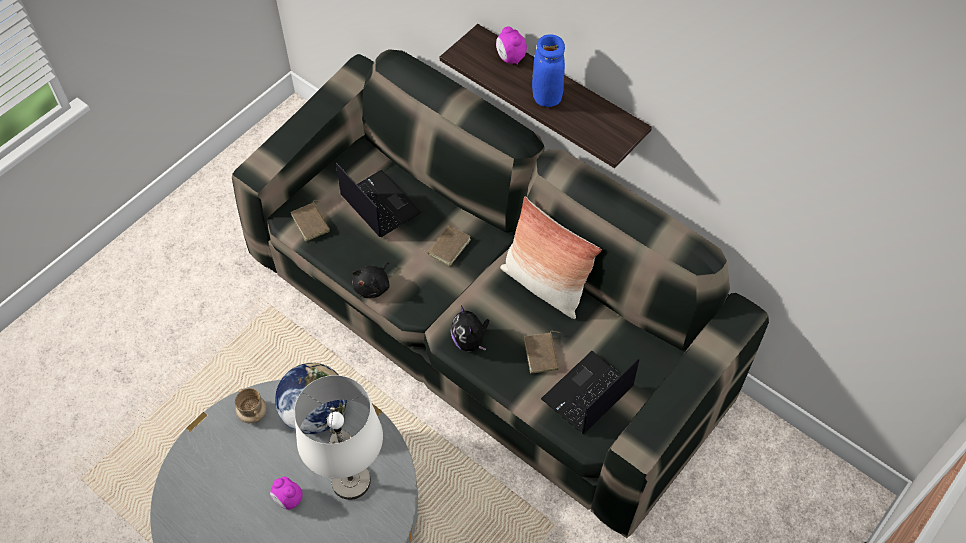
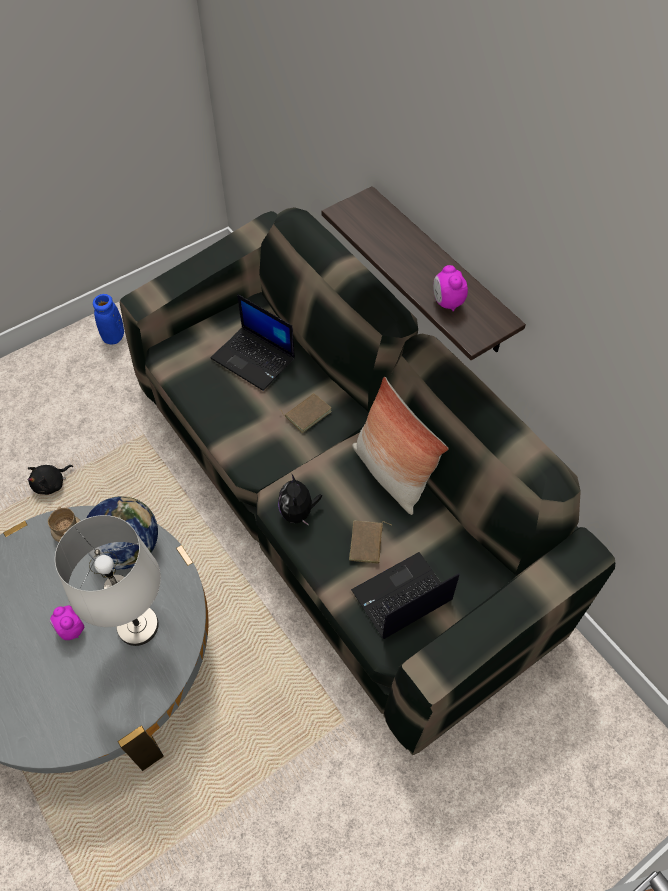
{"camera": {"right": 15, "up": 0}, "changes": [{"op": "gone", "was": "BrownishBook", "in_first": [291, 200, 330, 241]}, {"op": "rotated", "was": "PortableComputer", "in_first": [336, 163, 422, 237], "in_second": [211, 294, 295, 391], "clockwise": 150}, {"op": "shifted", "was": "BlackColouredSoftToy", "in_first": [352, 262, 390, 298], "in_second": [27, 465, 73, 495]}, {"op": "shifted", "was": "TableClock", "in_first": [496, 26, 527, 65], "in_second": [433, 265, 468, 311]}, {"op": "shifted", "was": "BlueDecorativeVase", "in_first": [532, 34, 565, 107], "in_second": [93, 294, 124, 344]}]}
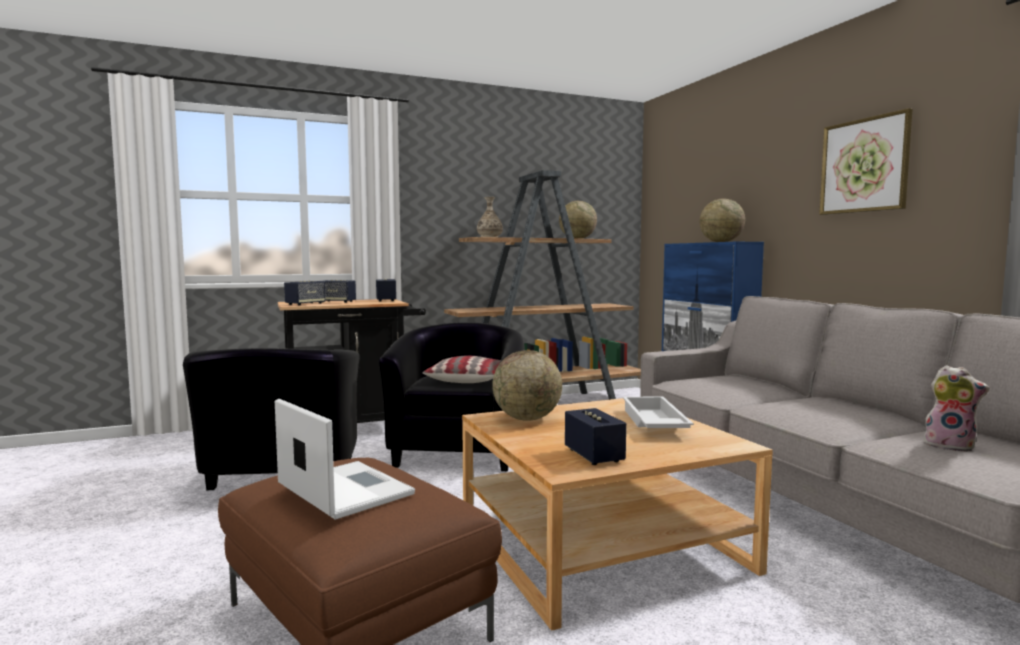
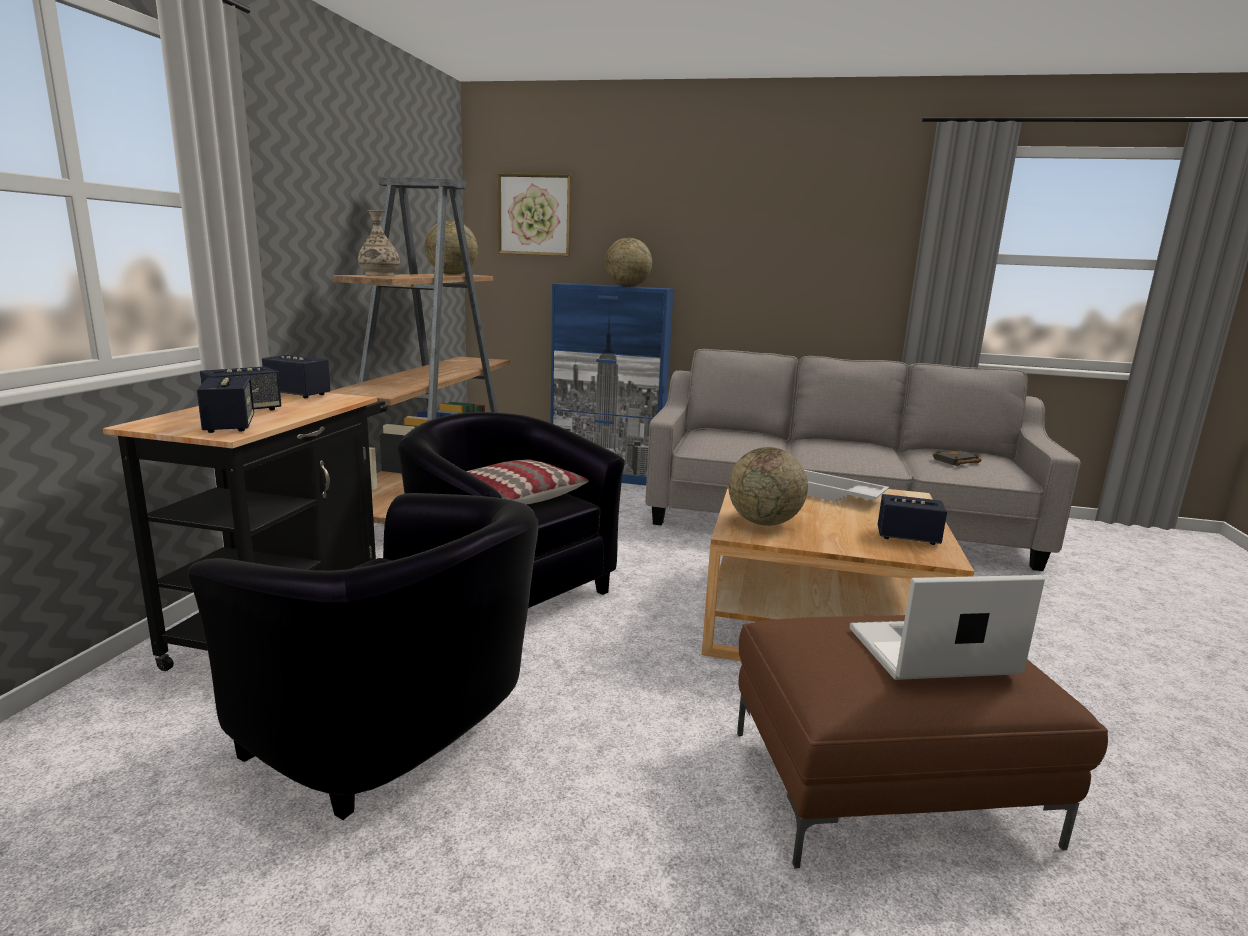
{"camera": {"right": -55, "up": 10}, "changes": [{"op": "shifted", "was": "WallPicture", "in_first": [819, 108, 913, 215], "in_second": [497, 173, 572, 256]}, {"op": "swapped", "was": "SoftToy", "now": "BlackColouredBook", "in_first": [922, 365, 990, 452], "in_second": [933, 449, 982, 466]}]}
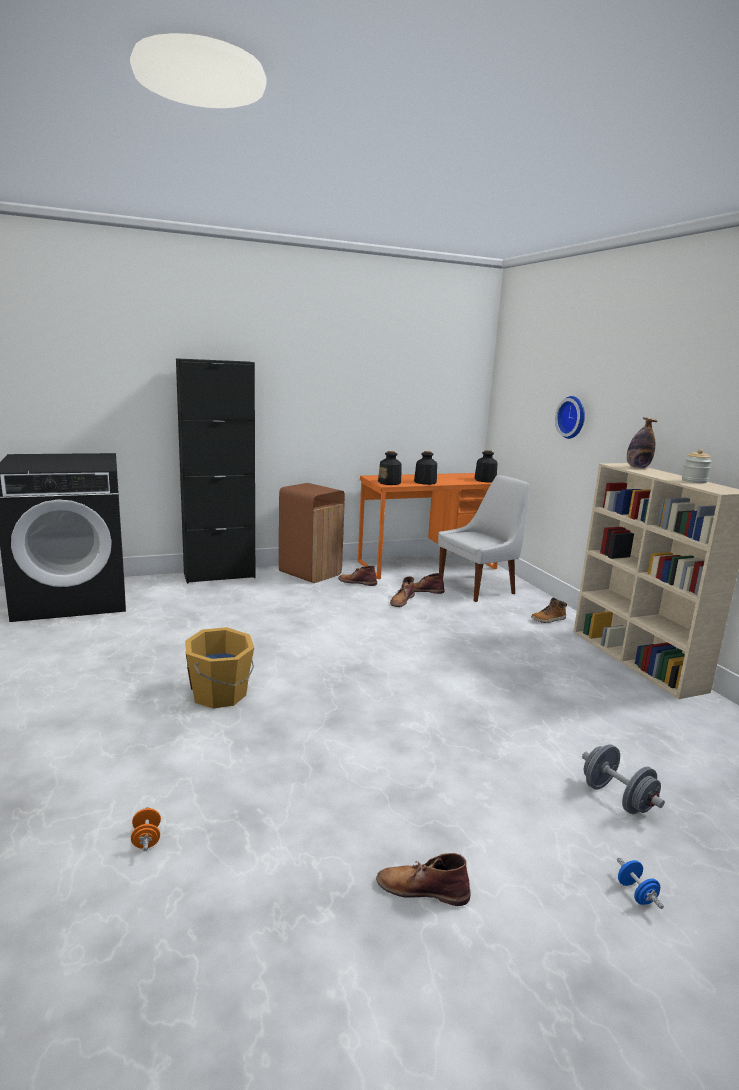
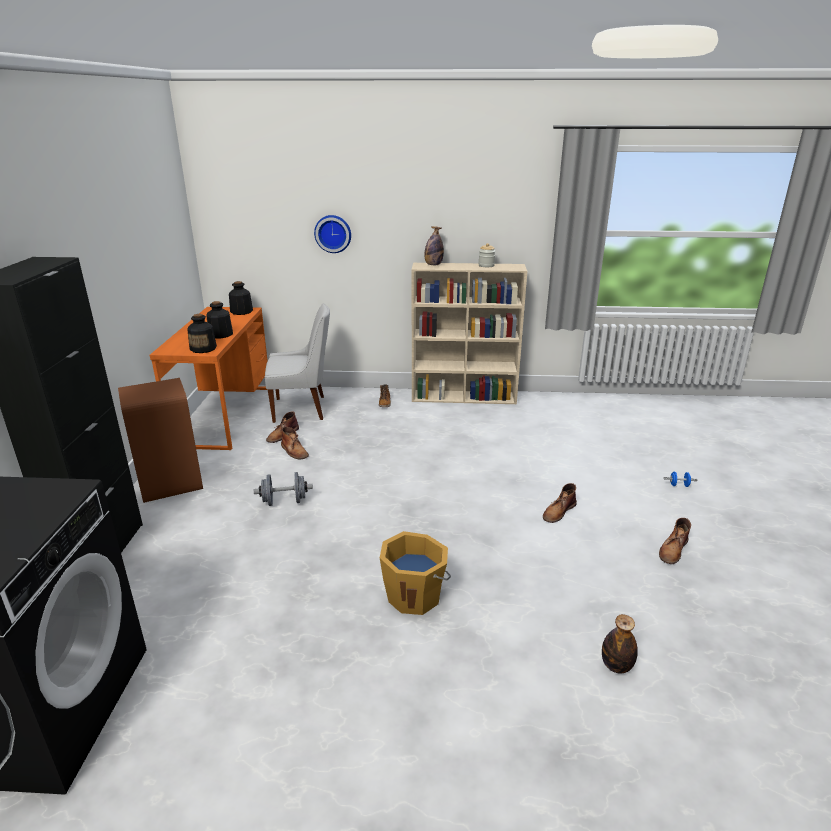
{"camera": {"right": -65, "up": 10}, "changes": [{"op": "swapped", "was": "OrangeyDumbbell", "now": "Bottle", "in_first": [131, 807, 161, 851], "in_second": [602, 614, 638, 674]}, {"op": "shifted", "was": "BrownishBoot", "in_first": [338, 566, 377, 586], "in_second": [543, 483, 577, 523]}, {"op": "rotated", "was": "WhitishChair", "in_first": [438, 475, 529, 602], "in_second": [264, 303, 330, 423], "clockwise": 90}, {"op": "shifted", "was": "GrayDumbbell", "in_first": [582, 744, 665, 814], "in_second": [254, 472, 313, 506]}]}
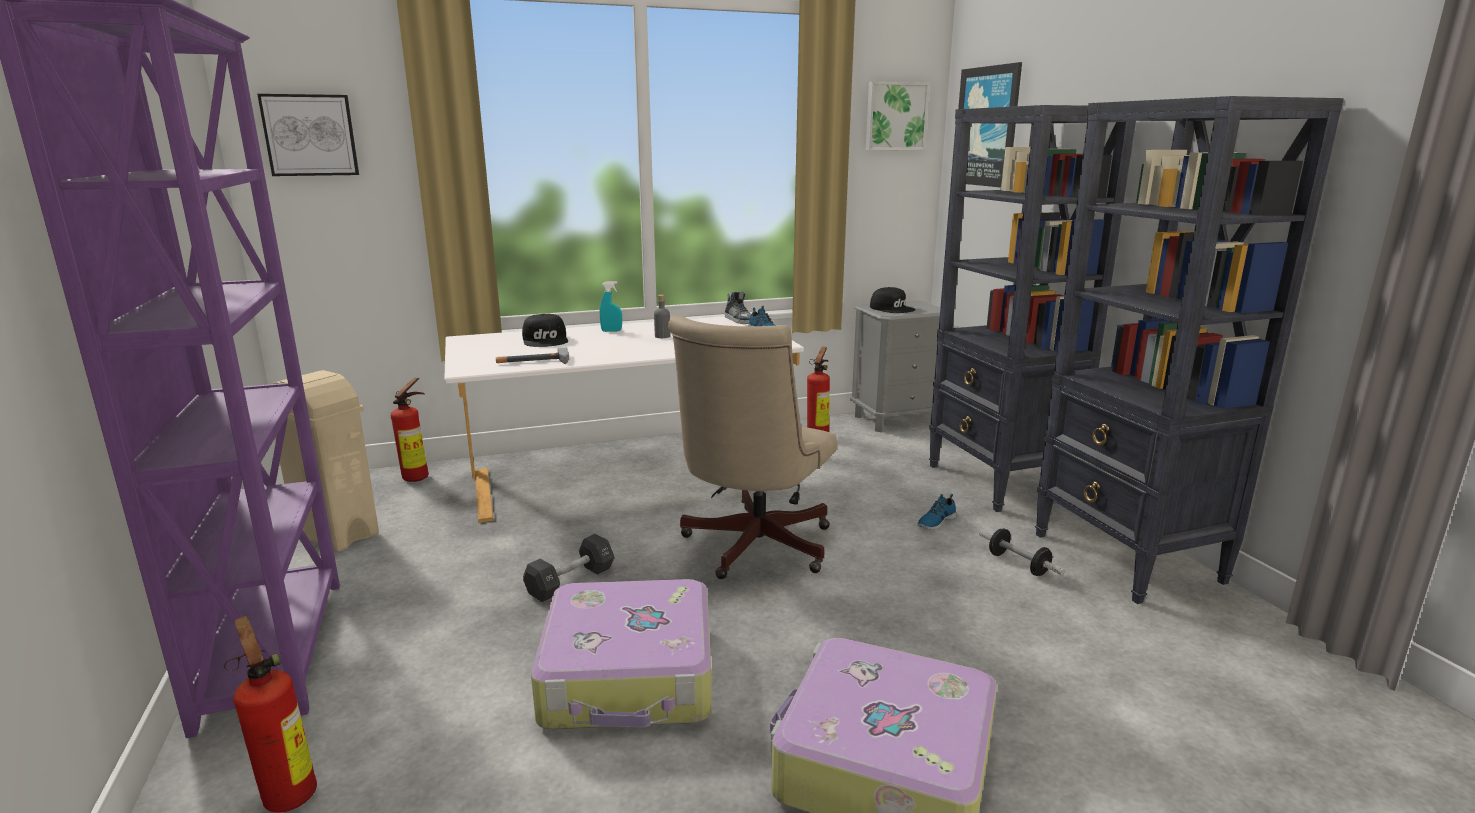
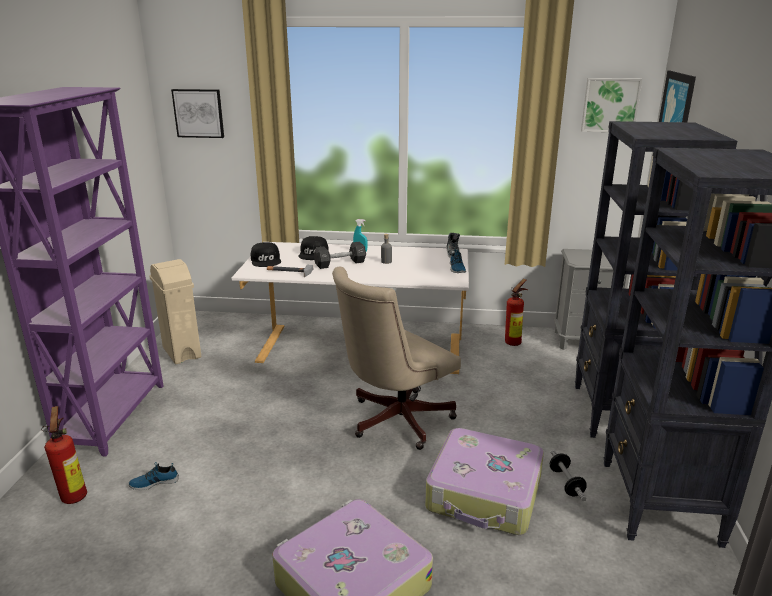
{"camera": {"right": 25, "up": 5}, "changes": [{"op": "gone", "was": "FireFightingCylinder", "in_first": [391, 378, 429, 482]}, {"op": "shifted", "was": "BlackColouredDumbbell", "in_first": [523, 534, 615, 602], "in_second": [314, 242, 366, 269]}, {"op": "shifted", "was": "PieceOfLuggage", "in_first": [531, 579, 712, 729], "in_second": [425, 428, 544, 535]}, {"op": "shifted", "was": "BlackColouredCap", "in_first": [870, 287, 916, 313], "in_second": [251, 242, 281, 267]}, {"op": "shifted", "was": "LowShoe", "in_first": [917, 494, 956, 530], "in_second": [129, 462, 179, 490]}]}
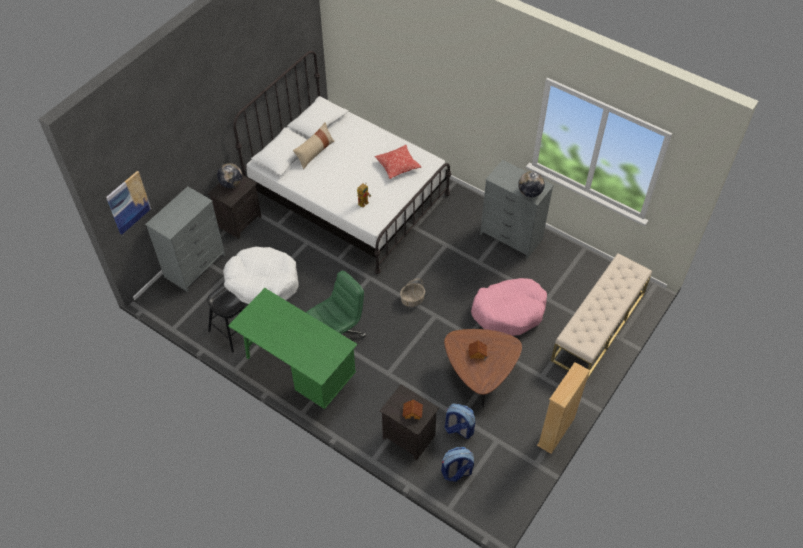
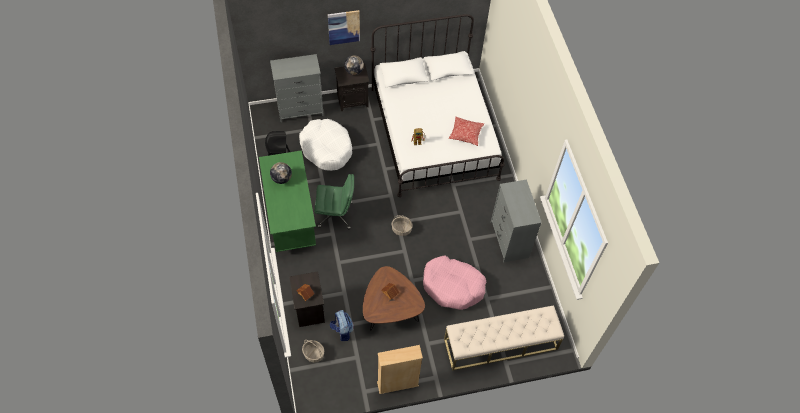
{"camera": {"right": 40, "up": 5}, "changes": [{"op": "shifted", "was": "WallPicture", "in_first": [106, 171, 151, 235], "in_second": [328, 10, 360, 45]}, {"op": "gone", "was": "BeigeColouredCushion", "in_first": [293, 122, 335, 169]}, {"op": "swapped", "was": "Backpack", "now": "HouseholdBasket", "in_first": [441, 447, 474, 482], "in_second": [302, 340, 324, 363]}, {"op": "shifted", "was": "Globe", "in_first": [518, 171, 545, 197], "in_second": [270, 162, 292, 184]}]}
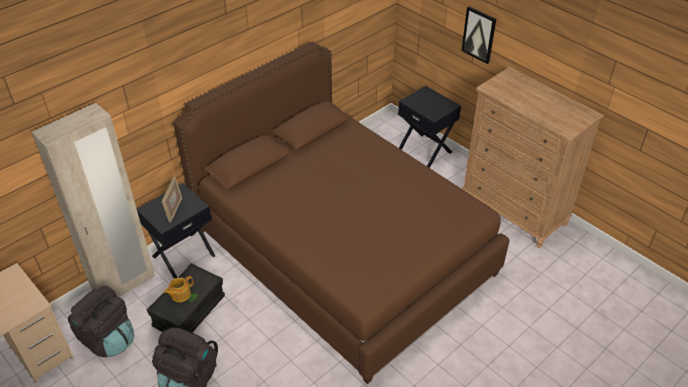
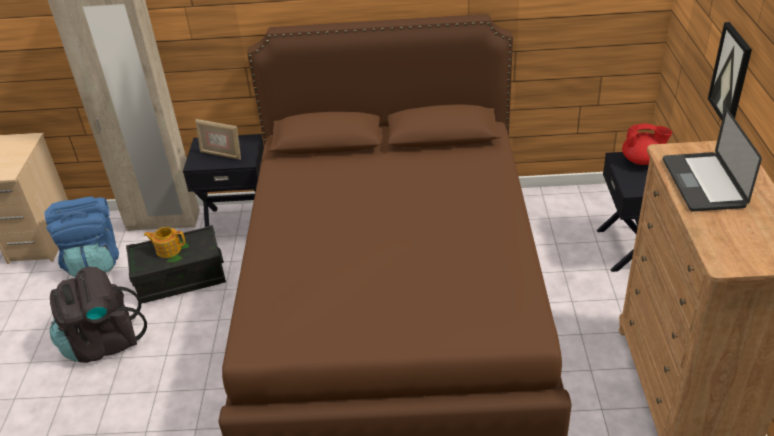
{"camera": {"right": 45, "up": -5}, "changes": [{"op": "repainted", "was": "BlackColouredBackpack", "now": "BlueBackpack", "in_first": [68, 285, 134, 357], "in_second": [45, 196, 119, 278]}, {"op": "rotated", "was": "PhotoFrame", "in_first": [162, 177, 182, 223], "in_second": [195, 119, 241, 160], "clockwise": 60}, {"op": "new", "now": "RedTeapot", "in_second": [622, 124, 672, 165]}, {"op": "new", "now": "PortableComputer", "in_second": [663, 108, 762, 212]}]}
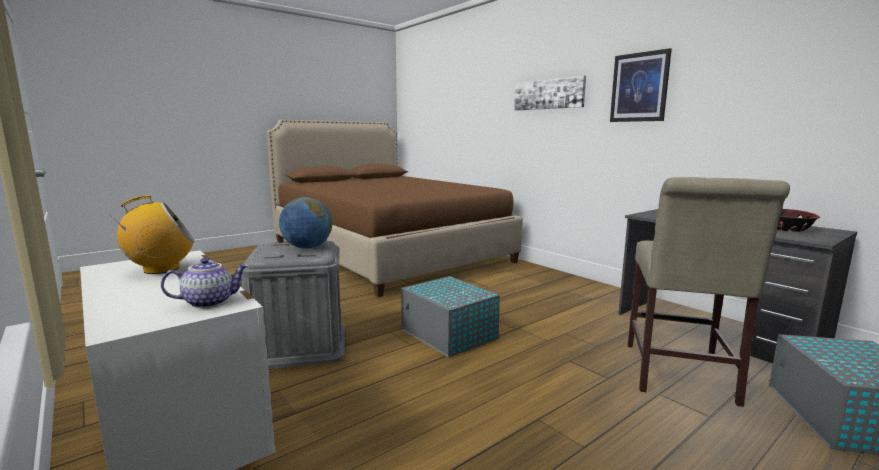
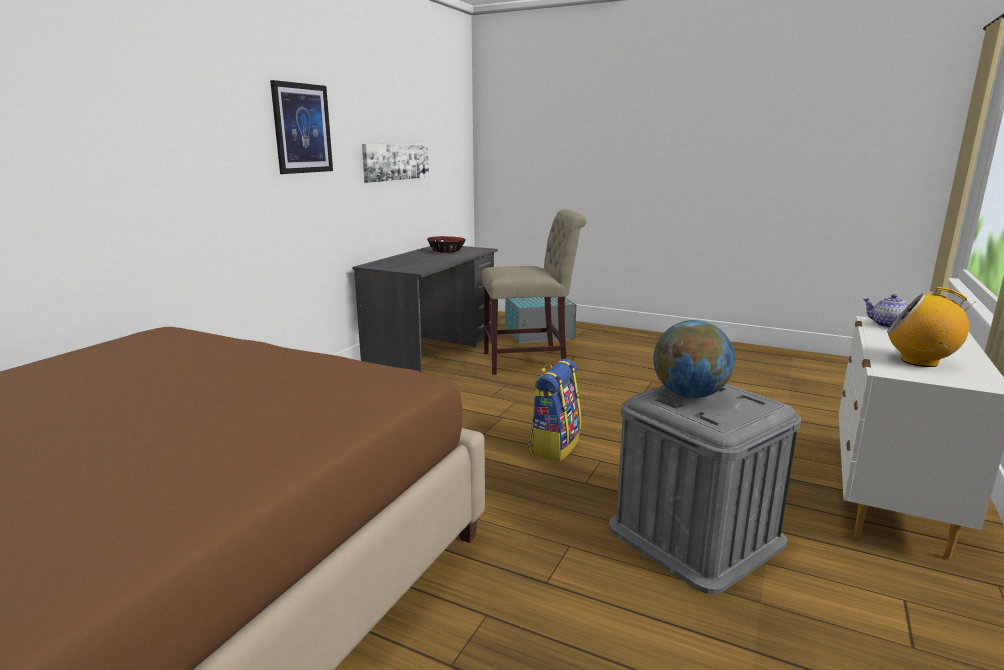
{"camera": {"right": -115, "up": 5}, "changes": [{"op": "swapped", "was": "GrayStorageBox", "now": "Backpack", "in_first": [401, 276, 500, 357], "in_second": [528, 359, 581, 462]}, {"op": "shifted", "was": "WallPicture", "in_first": [514, 76, 586, 111], "in_second": [362, 144, 429, 183]}]}
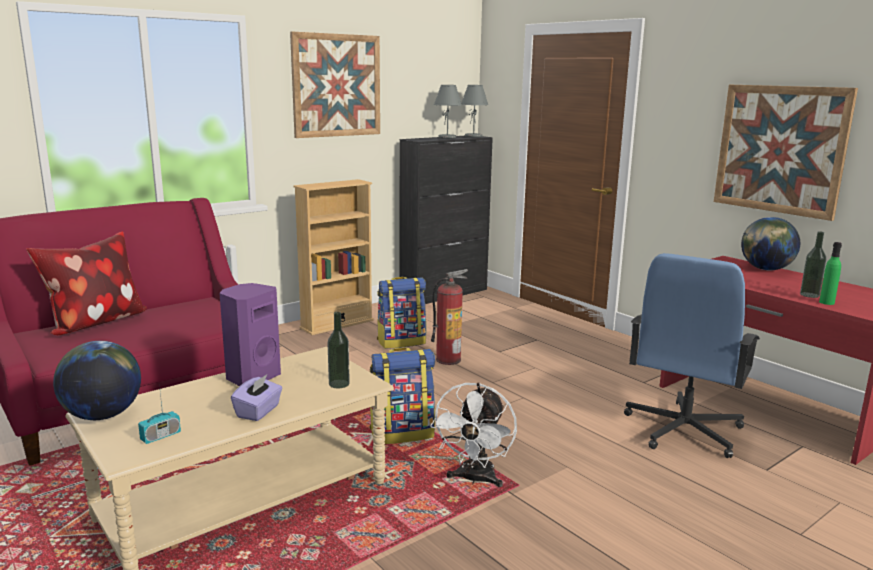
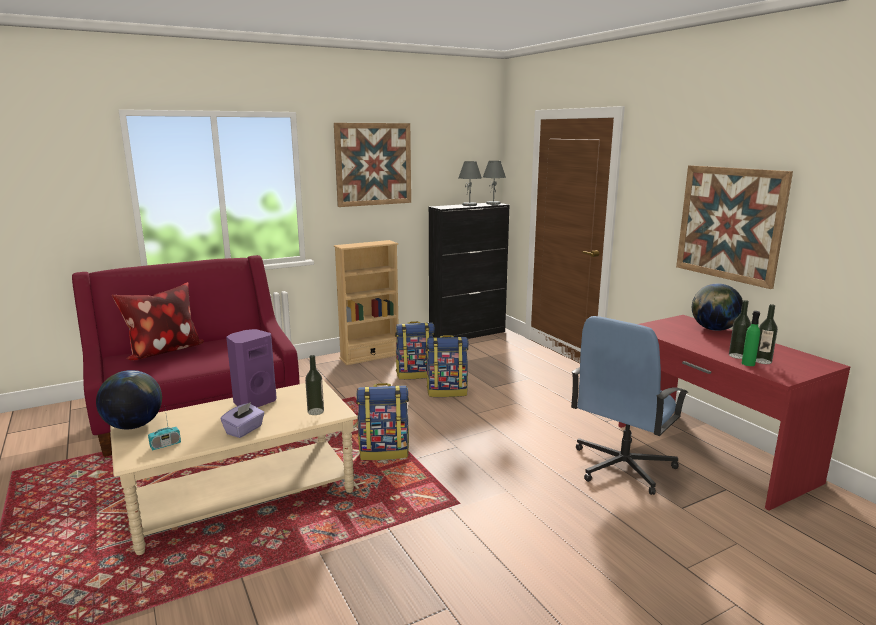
{"camera": {"right": 10, "up": 0}, "changes": [{"op": "gone", "was": "WhitishElectricFan", "in_first": [430, 382, 517, 487]}, {"op": "swapped", "was": "FireFightingCylinder", "now": "Backpack", "in_first": [431, 269, 468, 365], "in_second": [426, 335, 469, 397]}, {"op": "new", "now": "Bottle", "in_second": [756, 304, 778, 364]}]}
